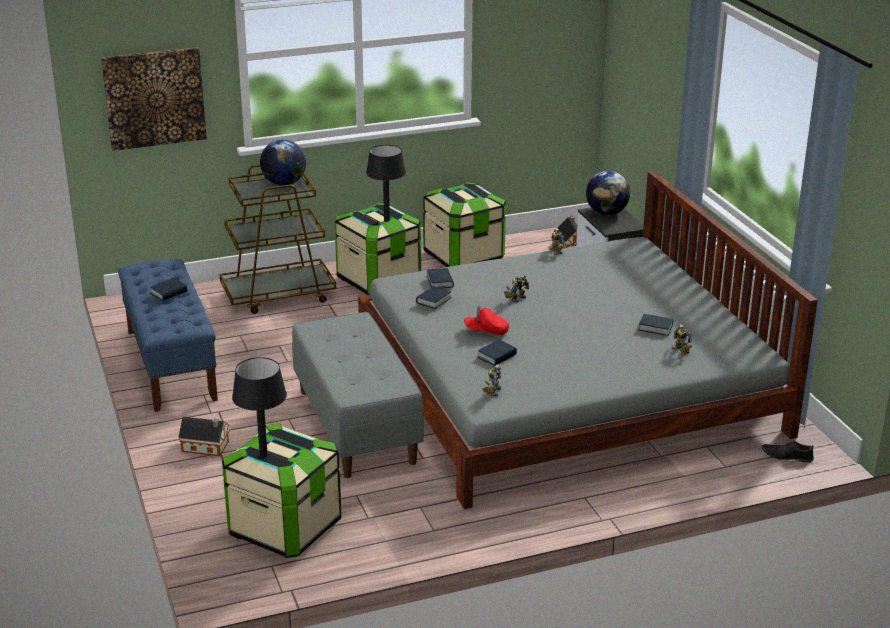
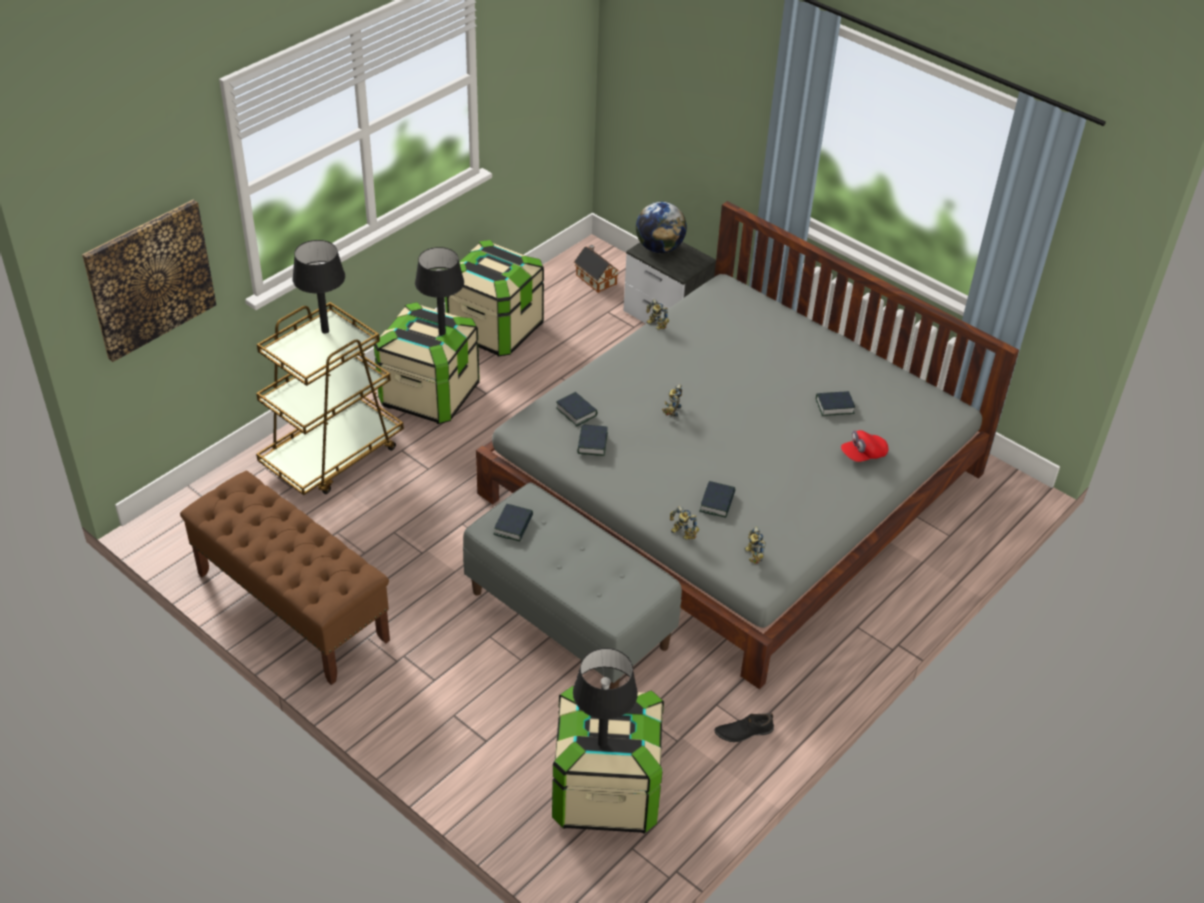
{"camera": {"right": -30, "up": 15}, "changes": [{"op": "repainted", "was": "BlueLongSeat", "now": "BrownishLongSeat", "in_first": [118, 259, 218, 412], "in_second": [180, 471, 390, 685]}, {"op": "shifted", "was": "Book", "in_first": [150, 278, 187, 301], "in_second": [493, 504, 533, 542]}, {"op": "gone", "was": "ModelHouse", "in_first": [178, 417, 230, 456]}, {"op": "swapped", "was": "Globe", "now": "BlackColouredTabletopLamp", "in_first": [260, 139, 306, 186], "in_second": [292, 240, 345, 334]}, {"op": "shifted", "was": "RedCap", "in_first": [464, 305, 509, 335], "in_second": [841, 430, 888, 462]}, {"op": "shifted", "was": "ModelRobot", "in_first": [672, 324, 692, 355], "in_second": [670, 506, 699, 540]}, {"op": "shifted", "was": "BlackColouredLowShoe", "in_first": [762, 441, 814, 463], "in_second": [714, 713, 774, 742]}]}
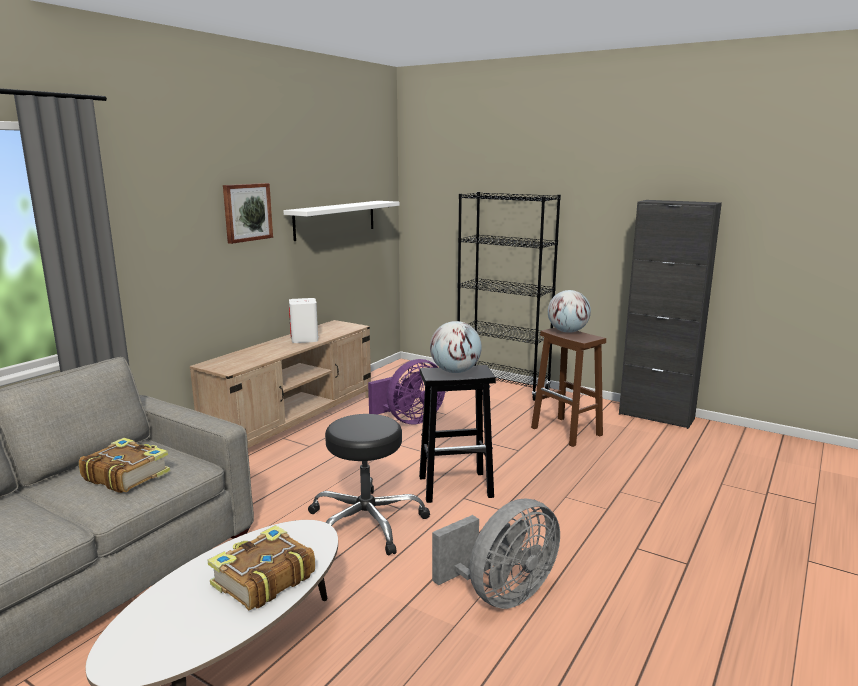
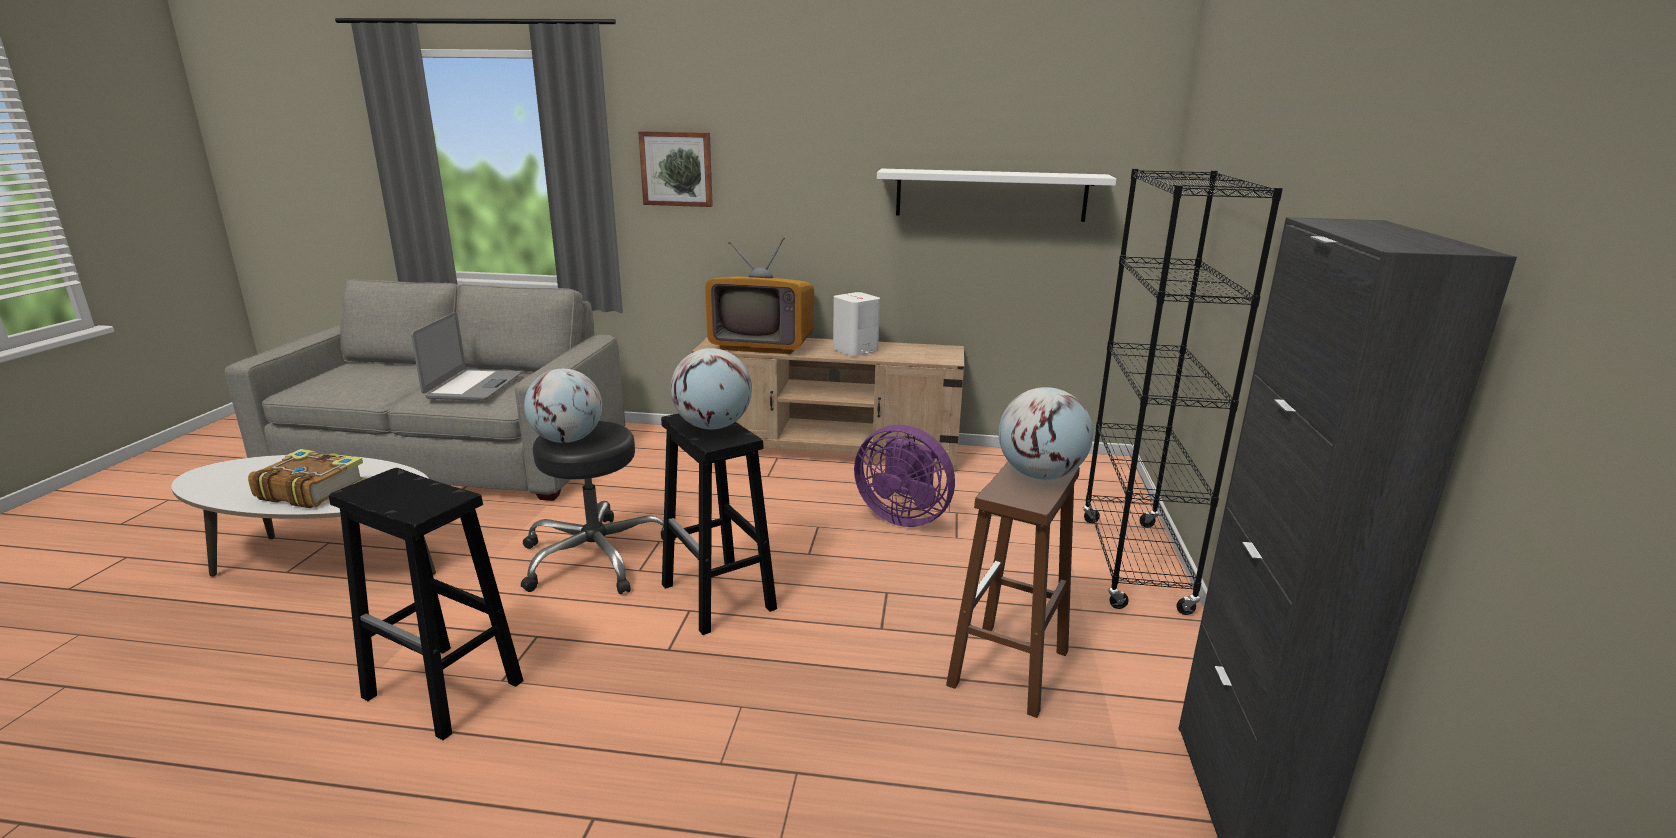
{"camera": {"right": 65, "up": 5}, "changes": [{"op": "swapped", "was": "Book", "now": "PortableComputer", "in_first": [79, 438, 170, 493], "in_second": [411, 312, 522, 401]}, {"op": "shifted", "was": "WallPicture", "in_first": [223, 183, 273, 244], "in_second": [638, 131, 713, 207]}, {"op": "swapped", "was": "GrayElectricFan", "now": "BlackColouredStool", "in_first": [432, 499, 560, 609], "in_second": [329, 468, 524, 740]}, {"op": "new", "now": "Globe", "in_second": [524, 369, 602, 443]}, {"op": "new", "now": "TvSet", "in_second": [705, 237, 814, 354]}]}
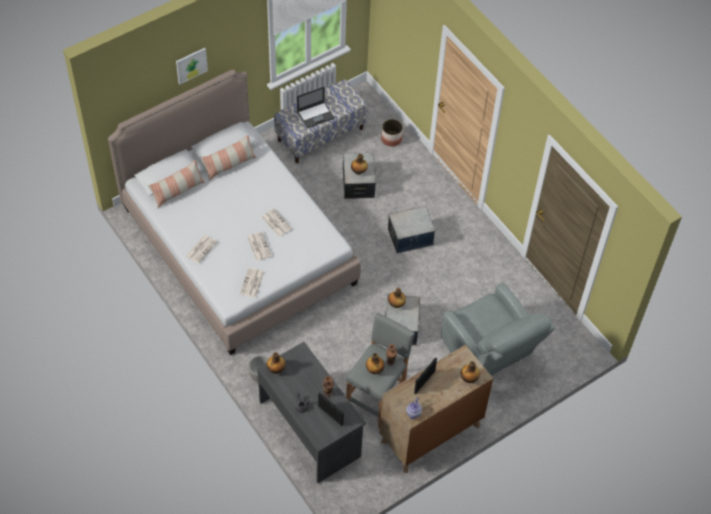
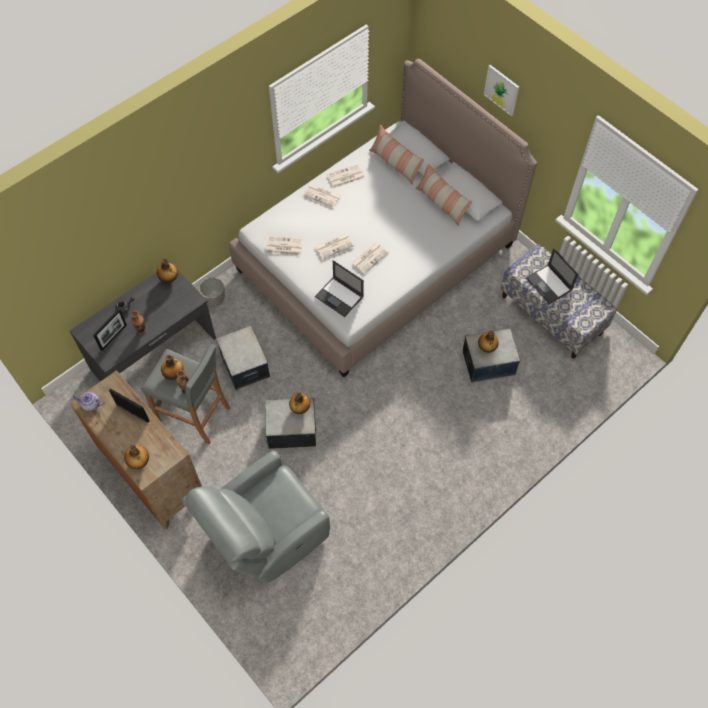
{"camera": {"right": 85, "up": 5}, "changes": [{"op": "gone", "was": "PlantPot", "in_first": [381, 119, 403, 147]}, {"op": "shifted", "was": "StorageBox", "in_first": [388, 206, 435, 253], "in_second": [216, 326, 270, 391]}, {"op": "new", "now": "PortableComputer", "in_second": [315, 260, 364, 317]}, {"op": "new", "now": "DailyPaper", "in_second": [327, 164, 365, 188]}]}
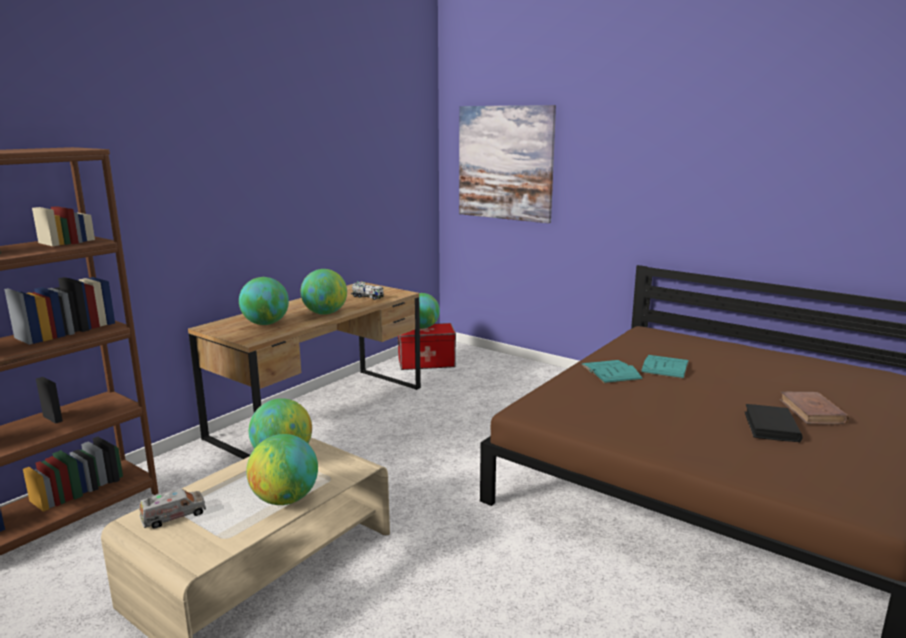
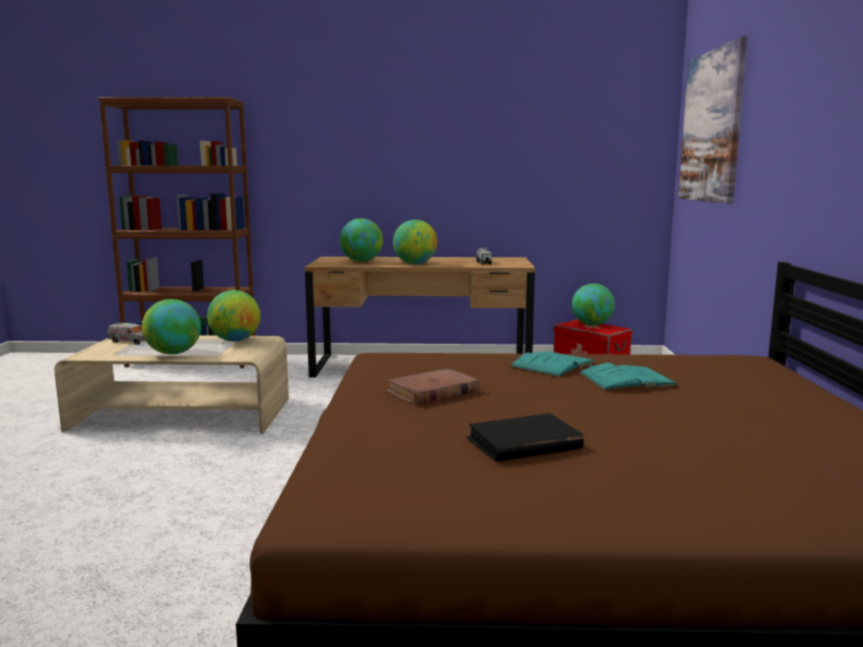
{"camera": {"right": 55, "up": -5}, "changes": [{"op": "shifted", "was": "BrownishBook", "in_first": [779, 392, 849, 424], "in_second": [386, 368, 480, 405]}]}
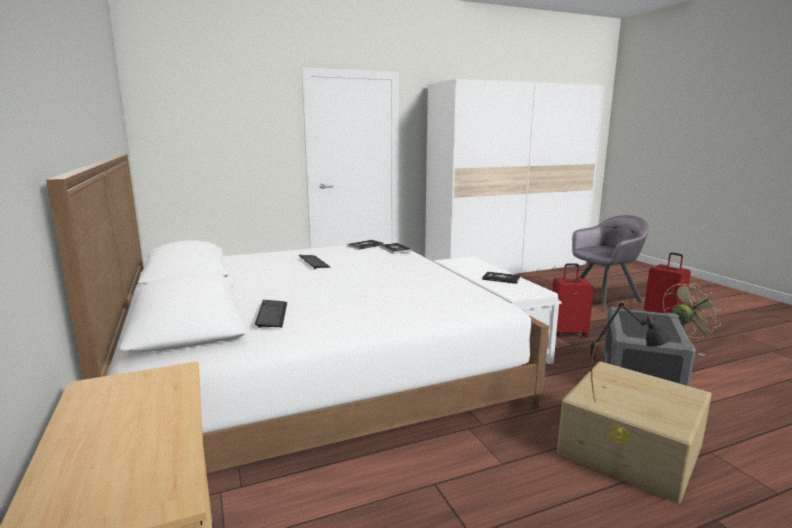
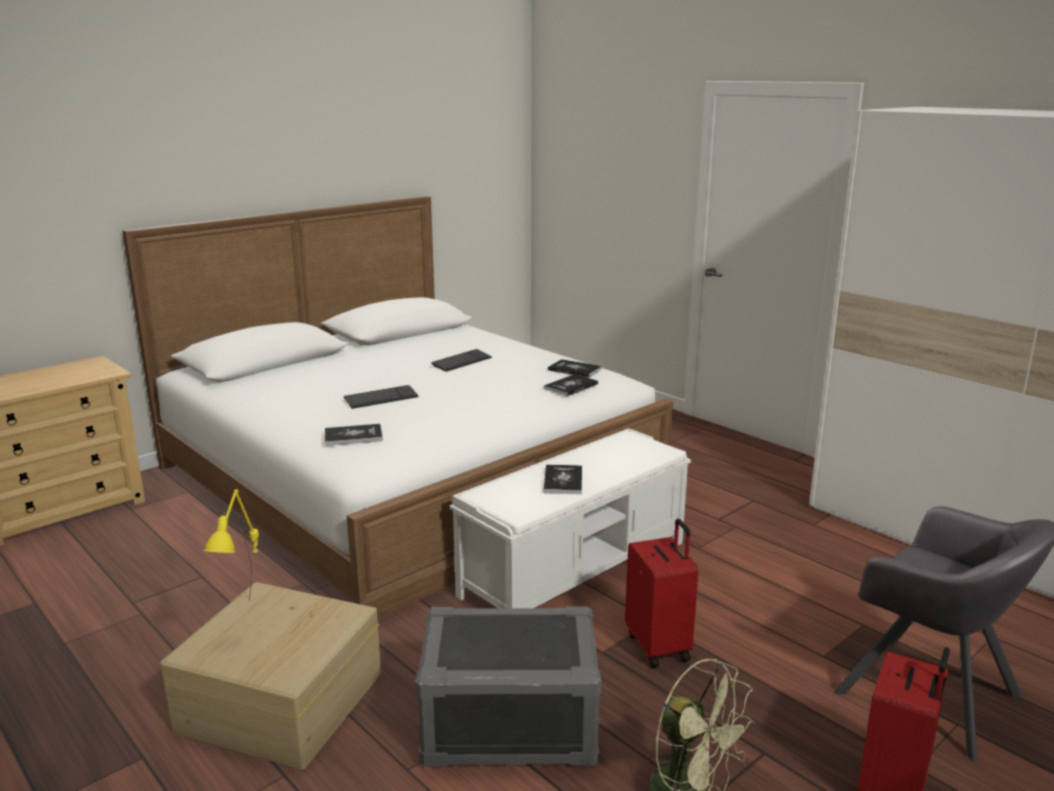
{"camera": {"right": 70, "up": 5}, "changes": [{"op": "shifted", "was": "ComputerKeyboard", "in_first": [255, 300, 287, 328], "in_second": [344, 385, 419, 409]}, {"op": "repainted", "was": "BlackColouredTabletopLamp", "now": "YellowTabletopLamp", "in_first": [590, 303, 672, 402], "in_second": [203, 489, 259, 600]}, {"op": "new", "now": "Book", "in_second": [325, 424, 383, 446]}]}
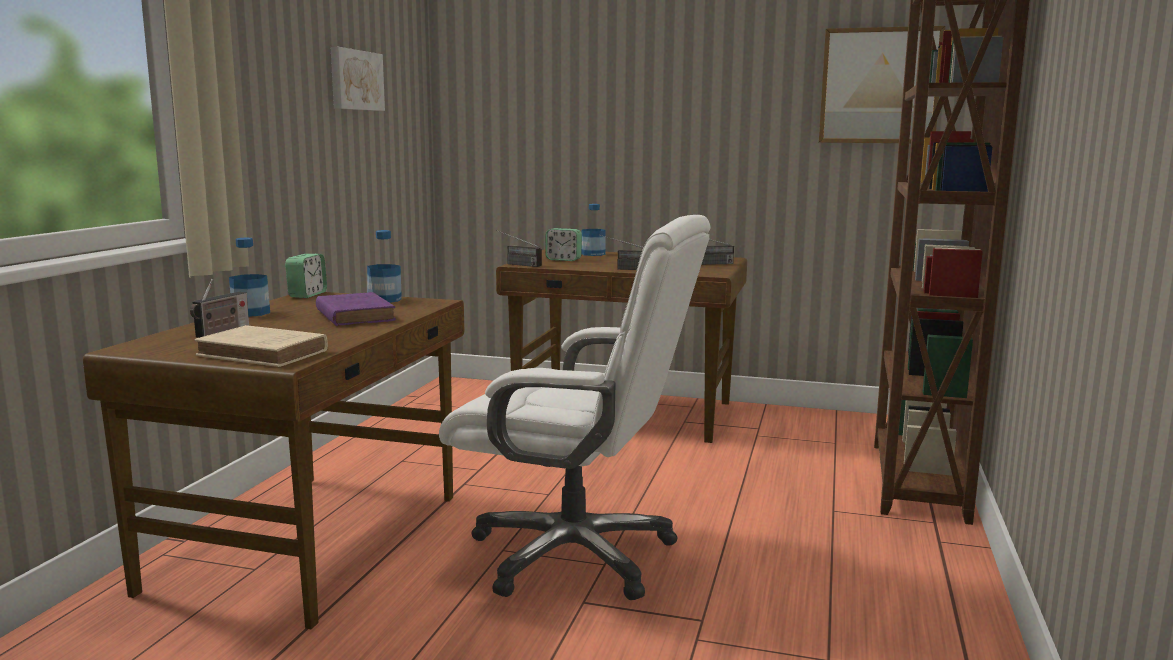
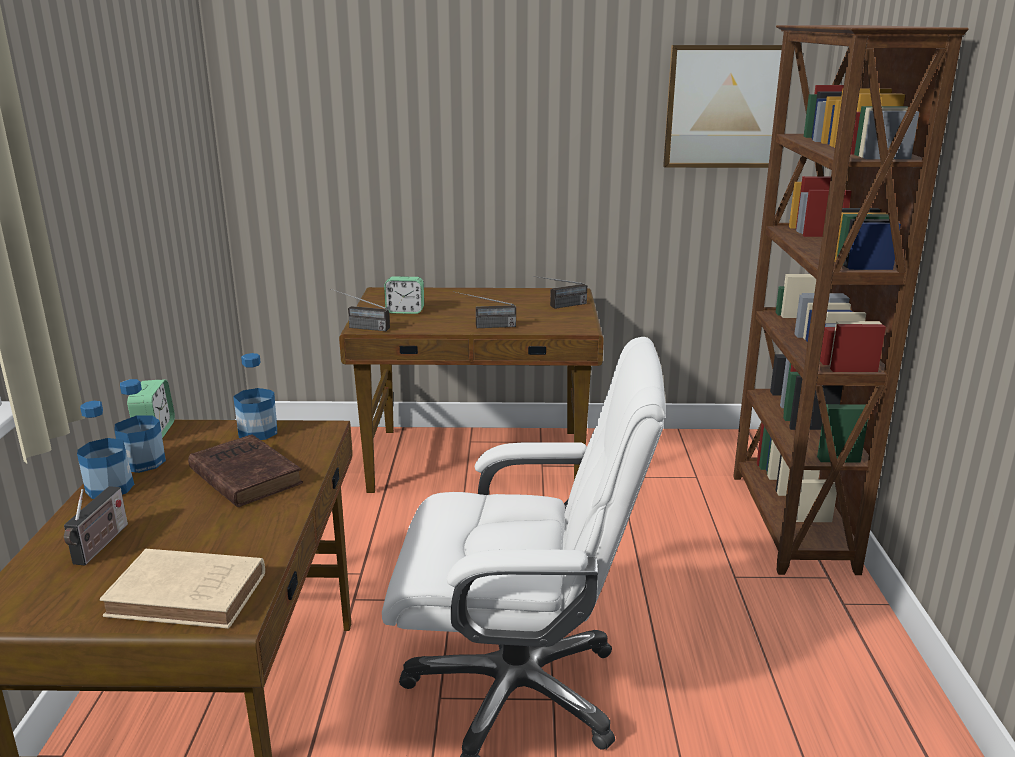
{"camera": {"right": -15, "up": 10}, "changes": [{"op": "repainted", "was": "PurpleBook", "now": "BrownishBook", "in_first": [316, 292, 396, 326], "in_second": [188, 435, 303, 507]}, {"op": "gone", "was": "WallPicture", "in_first": [331, 47, 385, 111]}, {"op": "shifted", "was": "Bottle", "in_first": [582, 204, 606, 256], "in_second": [114, 379, 166, 473]}]}
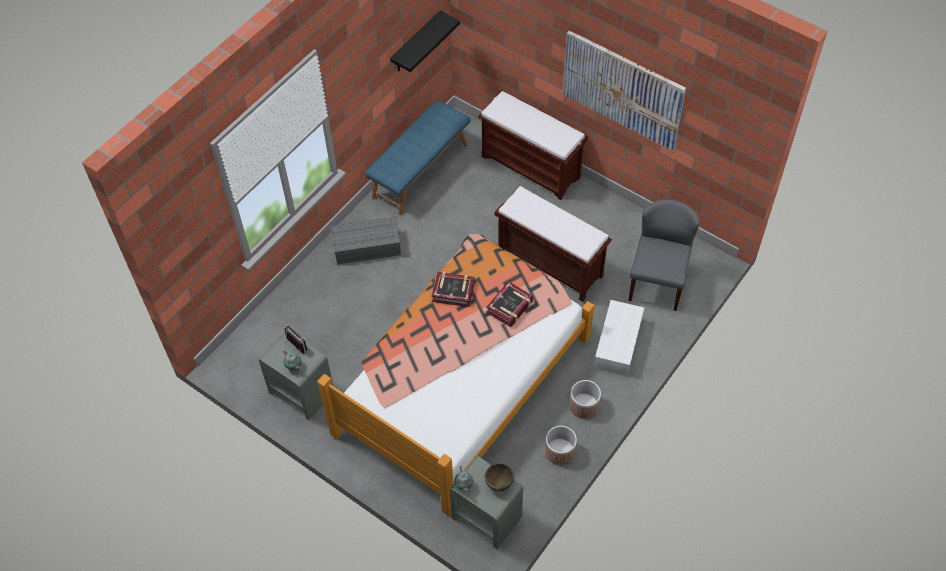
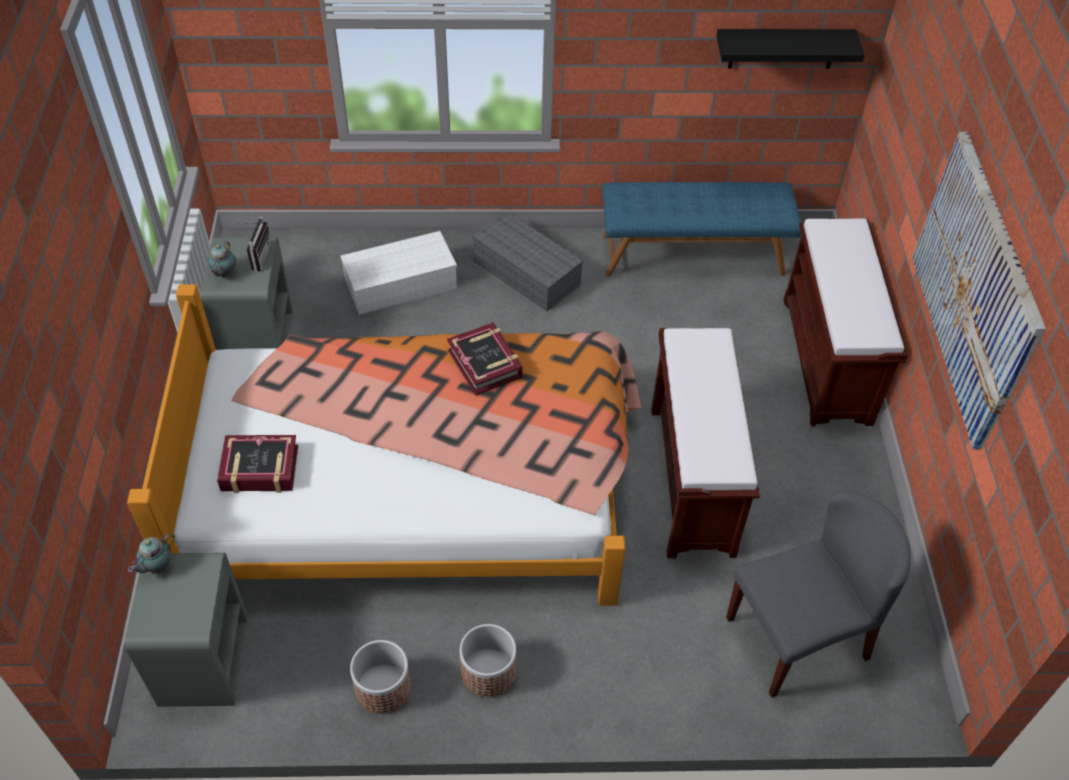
{"camera": {"right": 50, "up": -5}, "changes": [{"op": "gone", "was": "BrownishBowl", "in_first": [485, 463, 514, 491]}, {"op": "shifted", "was": "Book", "in_first": [486, 281, 533, 327], "in_second": [217, 435, 298, 493]}, {"op": "shifted", "was": "WhitishStorageBox", "in_first": [594, 300, 644, 376], "in_second": [341, 231, 457, 315]}]}
